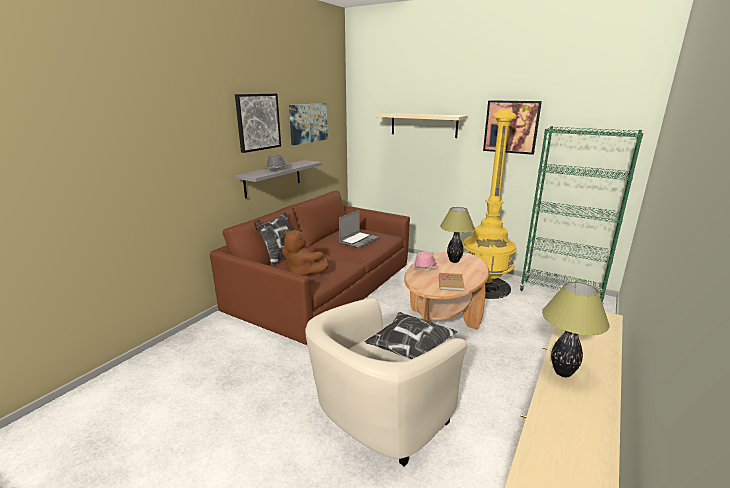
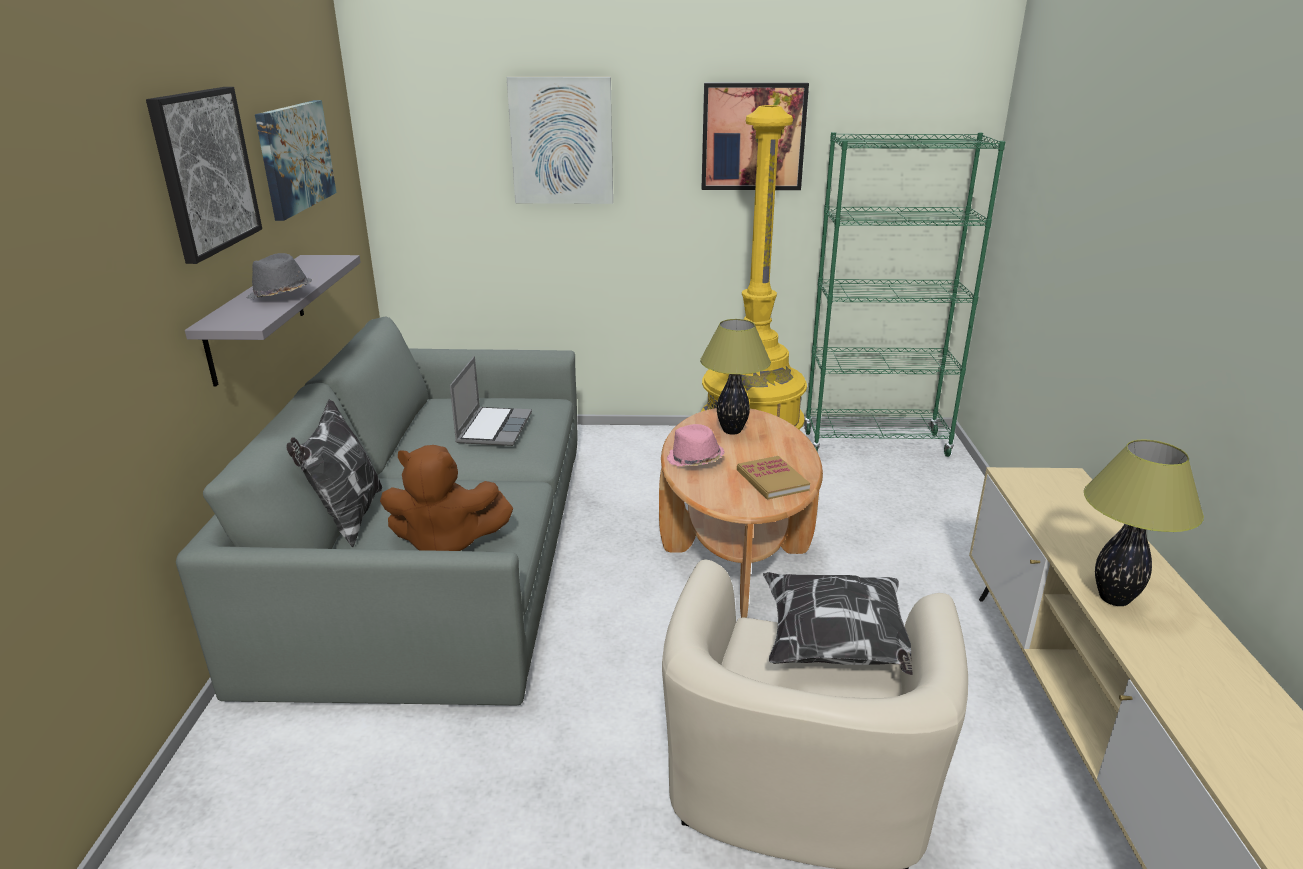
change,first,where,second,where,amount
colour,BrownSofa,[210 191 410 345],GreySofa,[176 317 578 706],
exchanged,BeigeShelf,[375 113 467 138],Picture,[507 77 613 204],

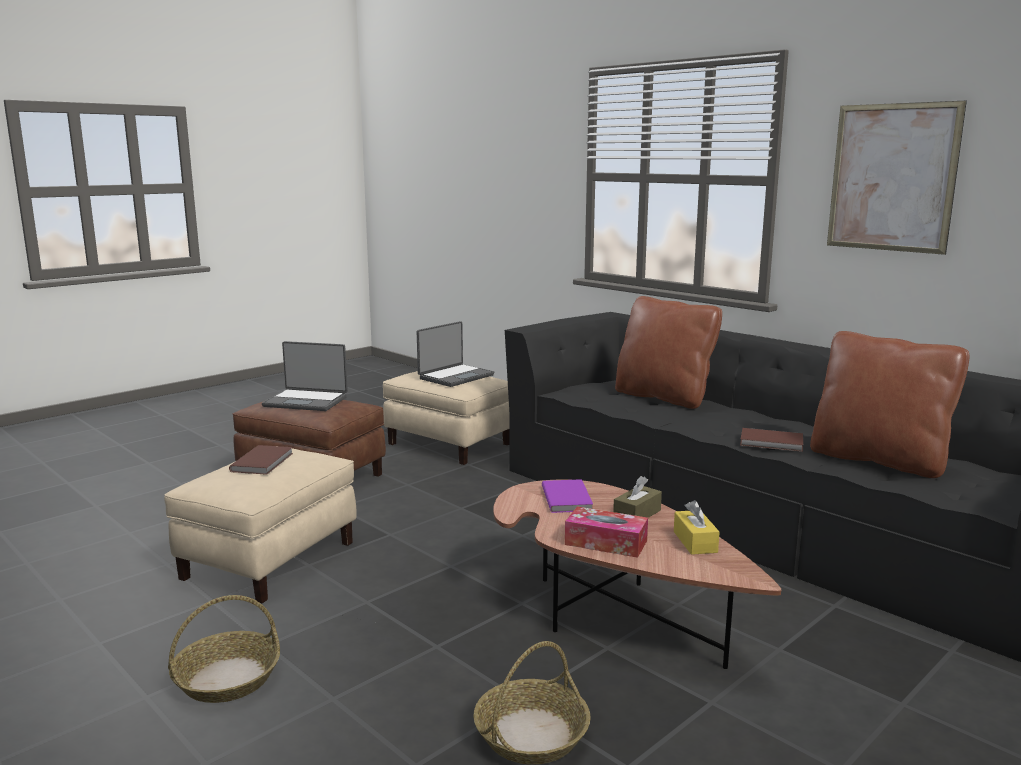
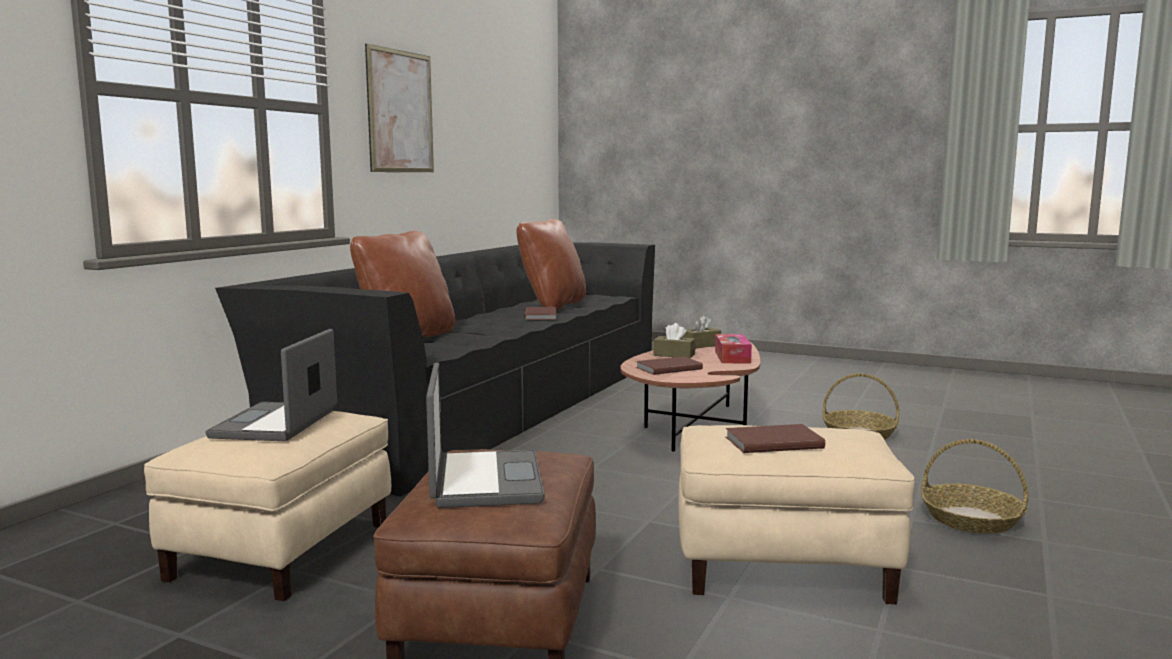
change,first,where,second,where,amount
spun,Laptop,[417 321 494 387],,[206 329 337 441],105 degrees counterclockwise
colour,PurpleBook,[542 479 593 513],BrownBook,[636 356 703 375],
colour,YellowTissueBox,[674 500 720 555],BrownTissueBox,[681 315 721 348],

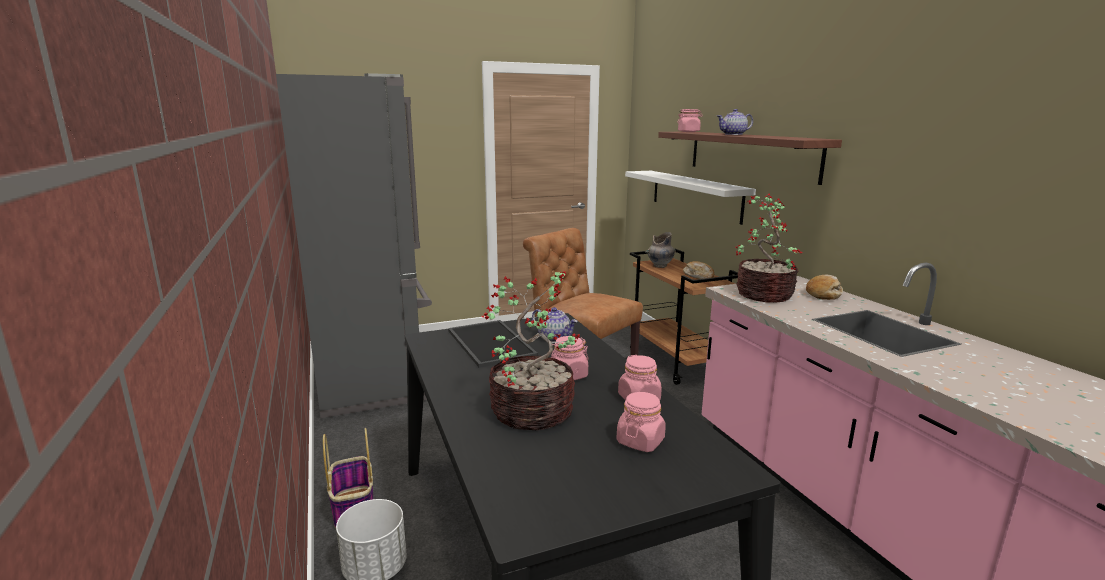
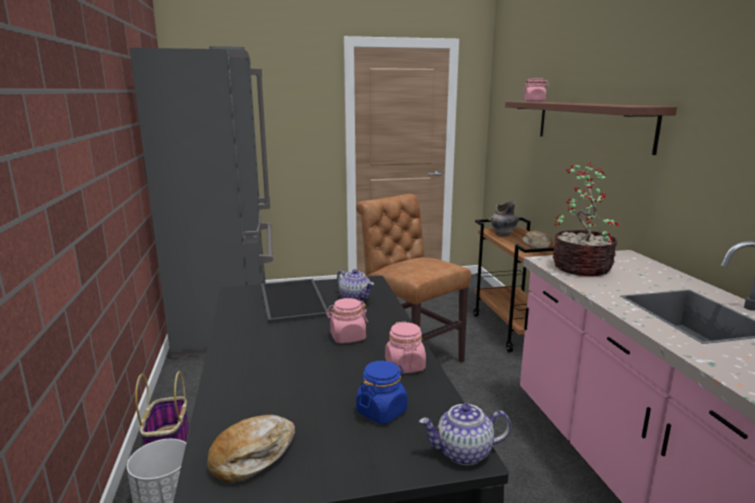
change,first,where,second,where,amount
missing,PottedPlant,[482 271 580 431],,,
colour,PinkJar,[617 392 666 452],BlueJar,[356 361 407 424],
missing,WhiteShelf,[625 171 756 225],,,
relocated,Teapot,[717 109 753 135],,[419 404 511 465],
relocated,Bread,[806 274 843 300],,[207 415 295 483],

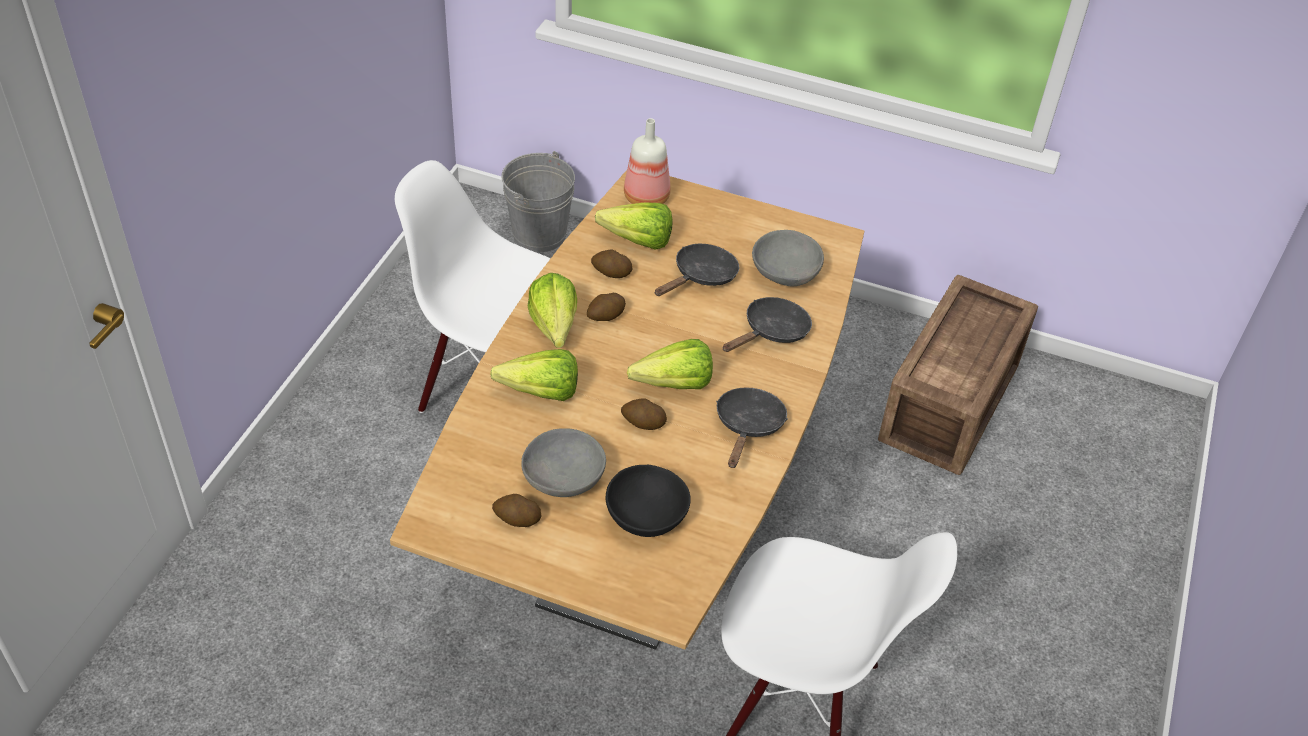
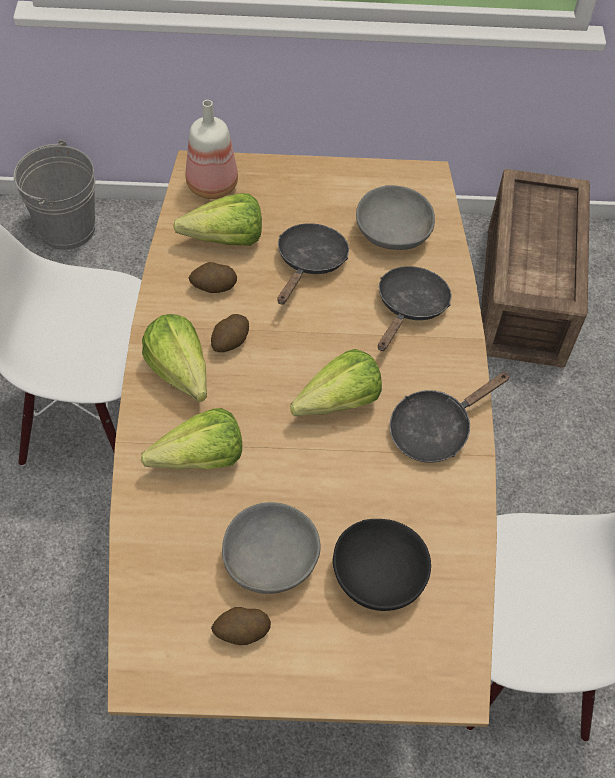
change,first,where,second,where,amount
missing,Potato,[621 398 667 430],,,
spun,BlackFryingPan,[716 388 788 468],,[390 372 510 463],120 degrees counterclockwise

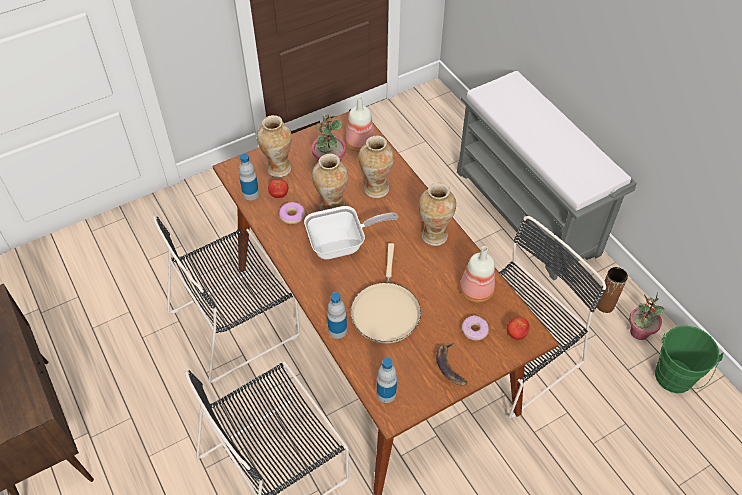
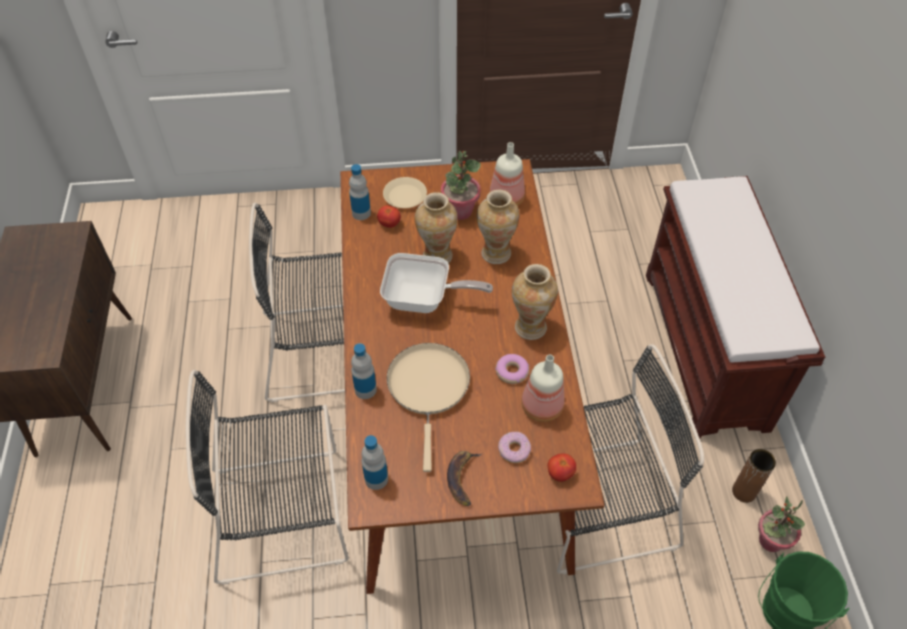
change,first,where,second,where,amount
exchanged,Vase,[257 115 292 177],BeigePlate,[383 177 427 208],
relocated,Donut,[279 202 305 224],,[495 354 529 384],
spun,BeigeFryingPan,[351 243 421 343],,[387 343 470 472],150 degrees clockwise
colour,GreyBench,[457 70 637 280],BrownBench,[646 176 825 439],

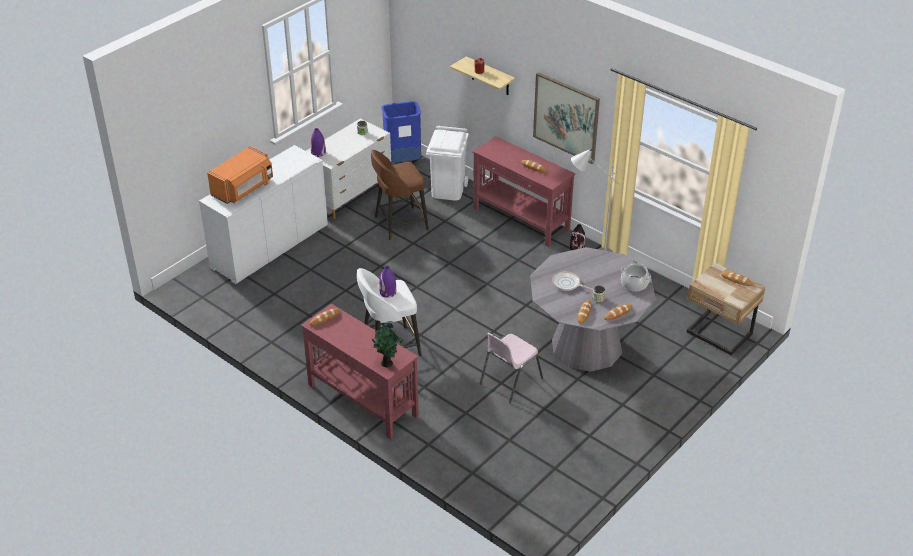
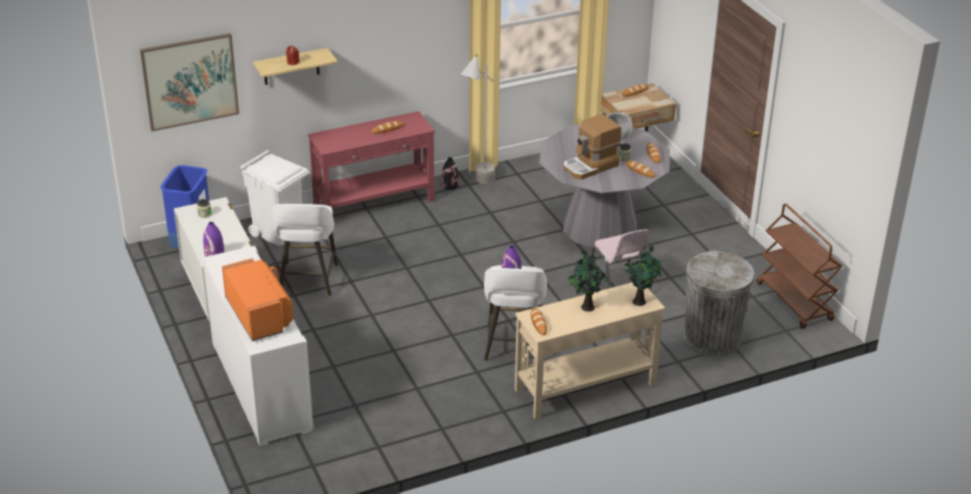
change,first,where,second,where,amount
colour,RedConsoleTable,[301 304 419 439],BeigeConsoleTable,[515 282 665 419],
colour,BrownStool,[371 150 429 240],WhiteStool,[272 204 338 296],
relocated,Picture,[533 72 600 164],,[140 33 239 131],
exchanged,FryingPan,[552 271 593 291],CoffeeMachine,[564 114 622 180],
appeared,,,PottedPlant,[568 250 607 312],
appeared,,,GreyTrashCan,[684 251 754 357],
appeared,,,BrownCart,[757 203 843 329],

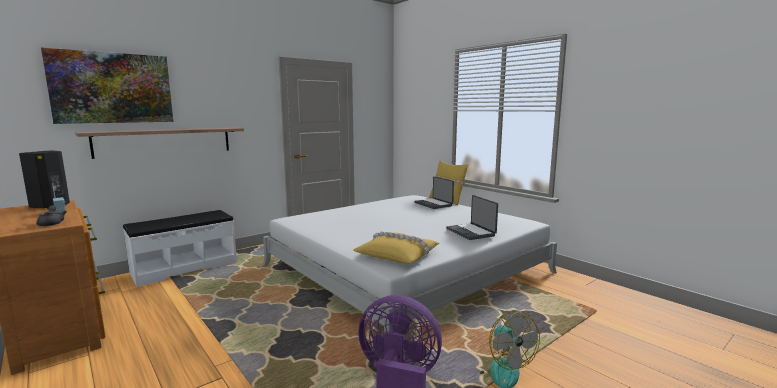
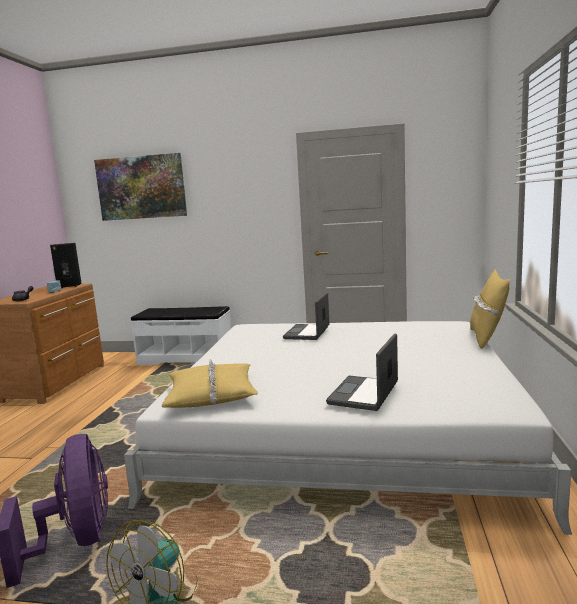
change,first,where,second,where,amount
missing,Shelf,[75 127 244 159],,,
relocated,Laptop,[415 176 454 209],,[283 292 330 340],

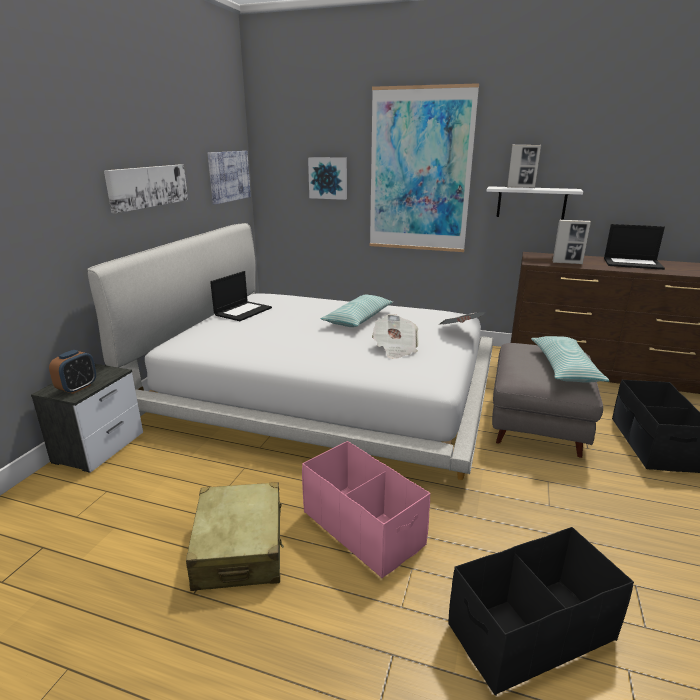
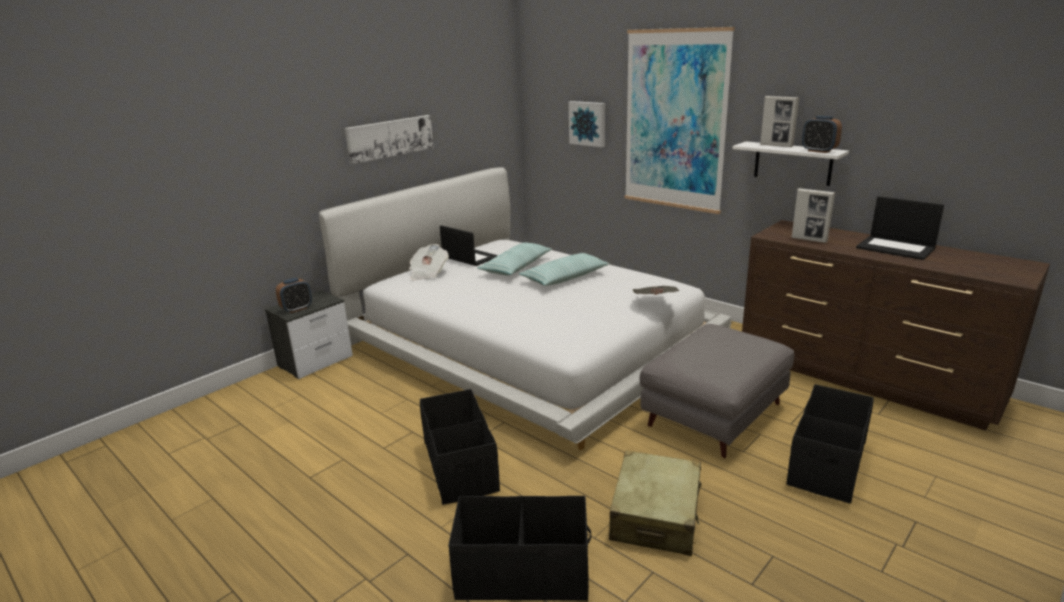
change,first,where,second,where,amount
relocated,BeigeSuitcase,[186 482 284 591],,[609 451 702 556],
missing,Picture,[208 151 251 205],,,
spun,Laptop,[210 271 272 321],,[440 225 498 266],105 degrees counterclockwise
colour,PinkStorageBox,[302 441 431 578],BlackStorageBox,[420 389 500 505],
relocated,Newspaper,[372 314 419 359],,[409 244 449 281],
relocated,Pillow,[531 336 609 383],,[477 242 552 276],
appeared,,,AlarmClock,[802 116 842 153],

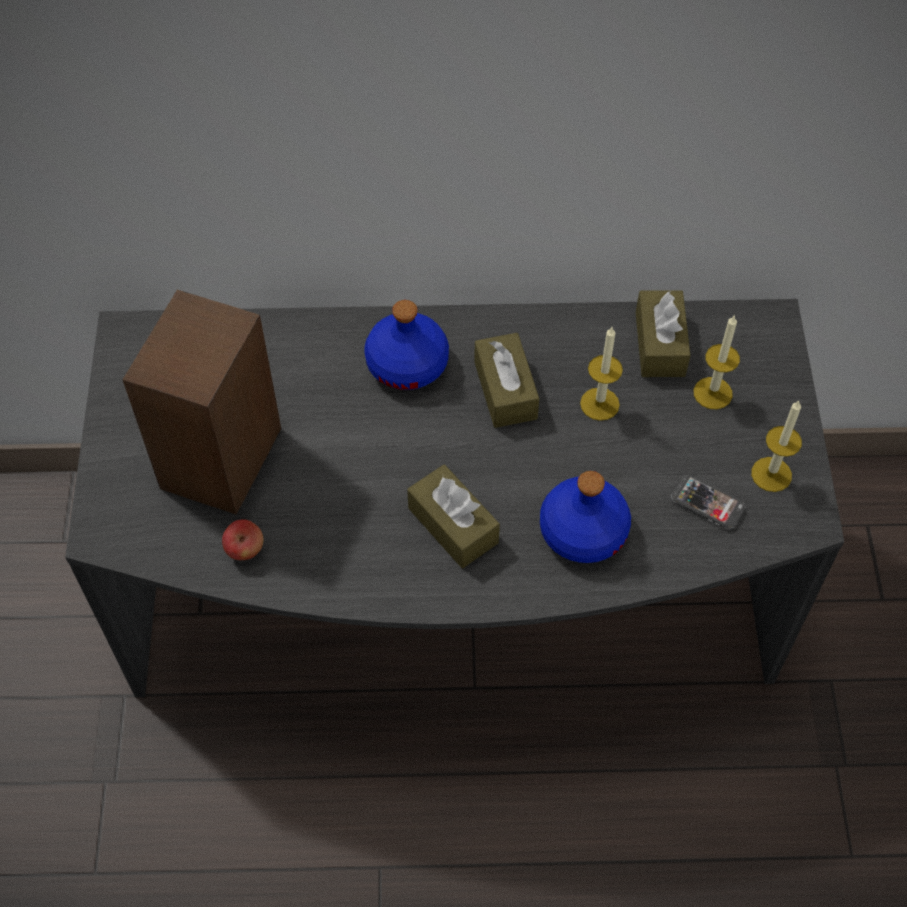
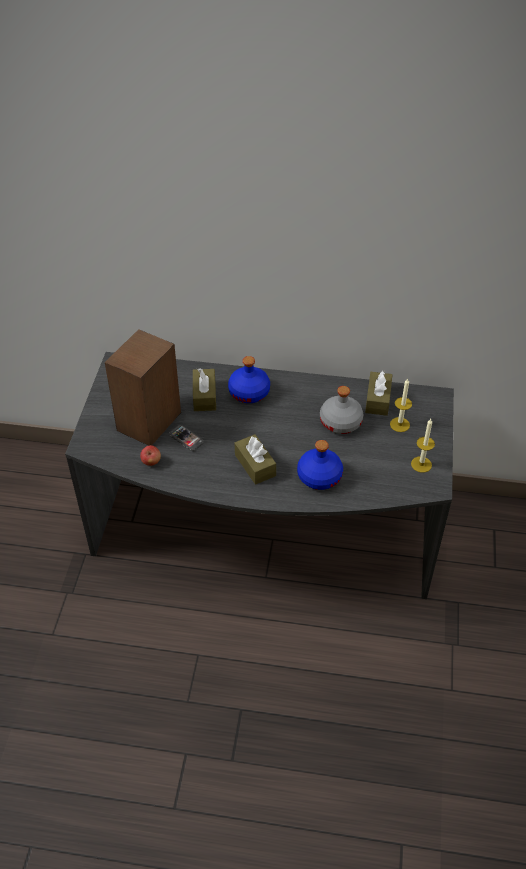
change,first,where,second,where,amount
relocated,BrownTissueBox,[474 333 539 428],,[193 368 216 411],
exchanged,Candle,[580 327 623 421],GreyBottle,[320 386 363 434],
relocated,Phone,[670 475 746 530],,[169 425 204 451],

